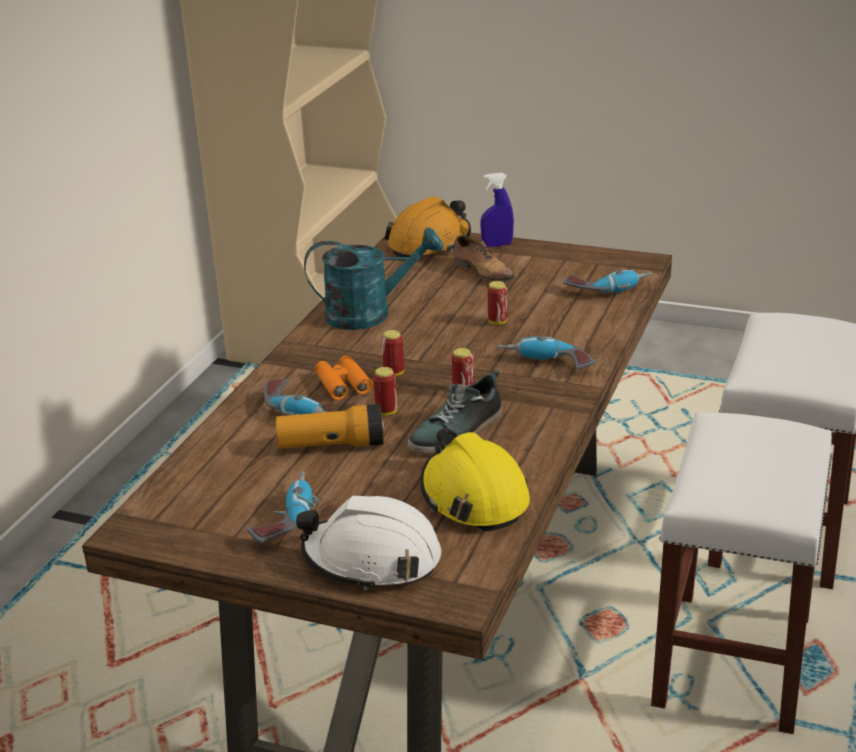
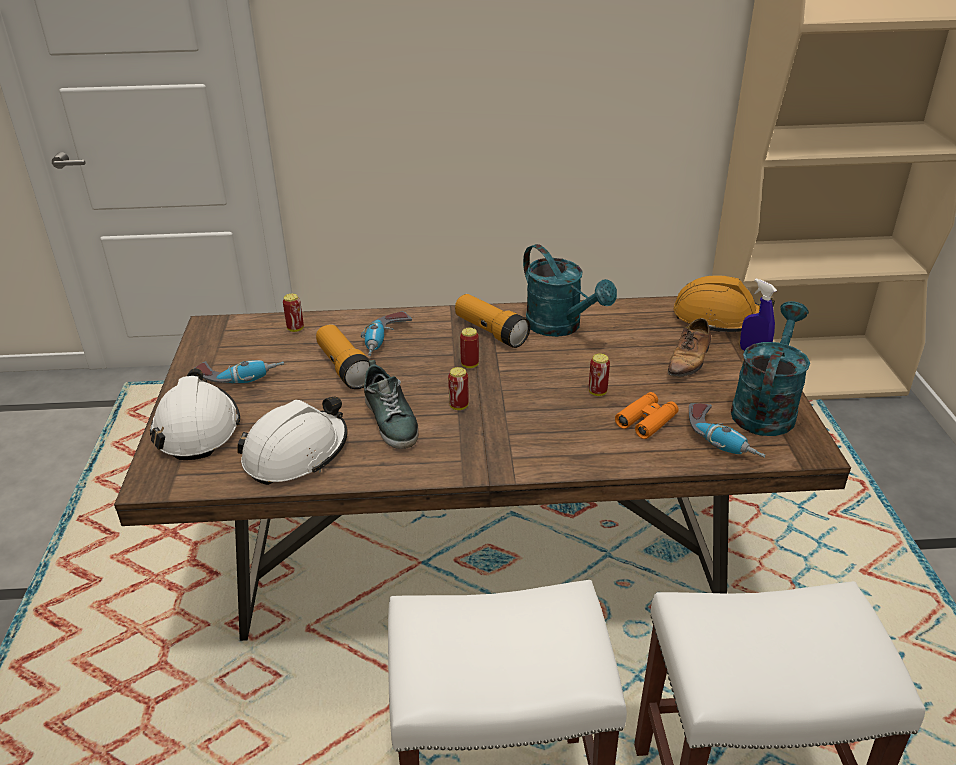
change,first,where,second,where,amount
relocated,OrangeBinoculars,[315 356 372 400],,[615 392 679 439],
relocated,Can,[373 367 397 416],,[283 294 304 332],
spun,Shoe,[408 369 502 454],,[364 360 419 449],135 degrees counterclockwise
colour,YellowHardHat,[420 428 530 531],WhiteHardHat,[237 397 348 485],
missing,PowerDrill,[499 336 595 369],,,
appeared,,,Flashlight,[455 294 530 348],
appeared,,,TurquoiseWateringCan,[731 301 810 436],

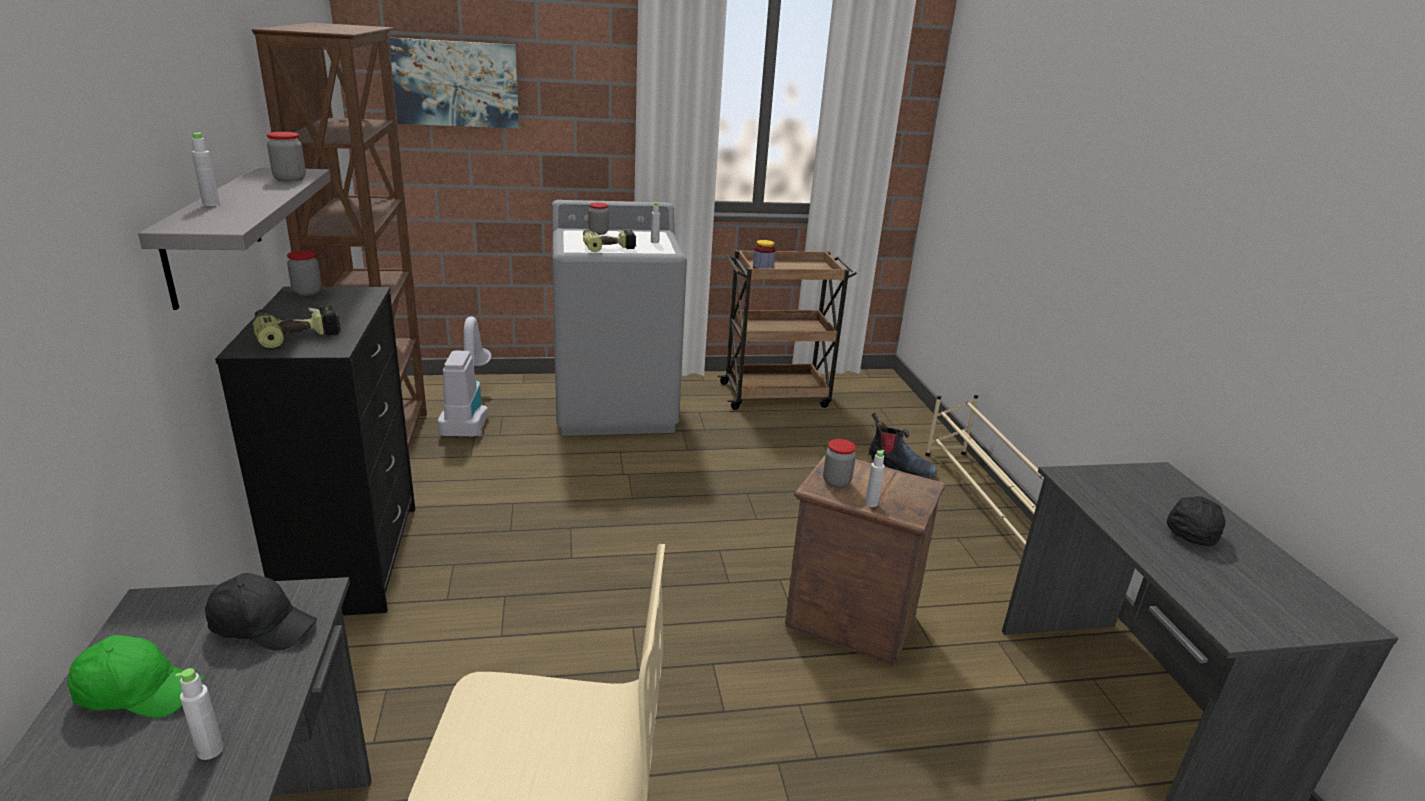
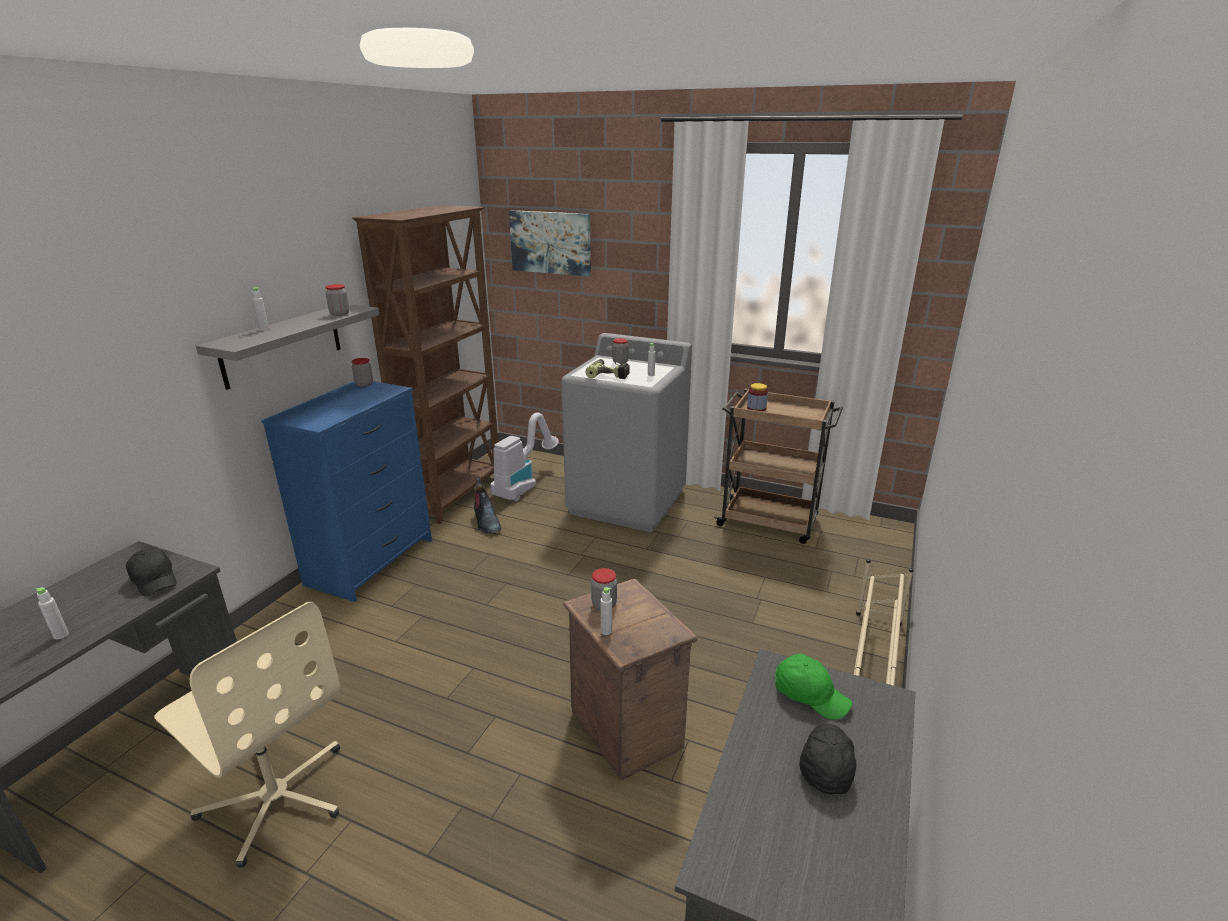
change,first,where,second,where,amount
relocated,GreenCap,[67 635 203 718],,[775 653 852 720],
colour,BlackDresser,[215 287 415 615],BlueDresser,[261 381 432 602],
missing,PowerDrill,[253 305 342 348],,,
relocated,Boot,[869 413 937 479],,[474 477 501 534],
spun,BlackCap,[1167 496 1226 546],,[800 724 856 794],45 degrees counterclockwise

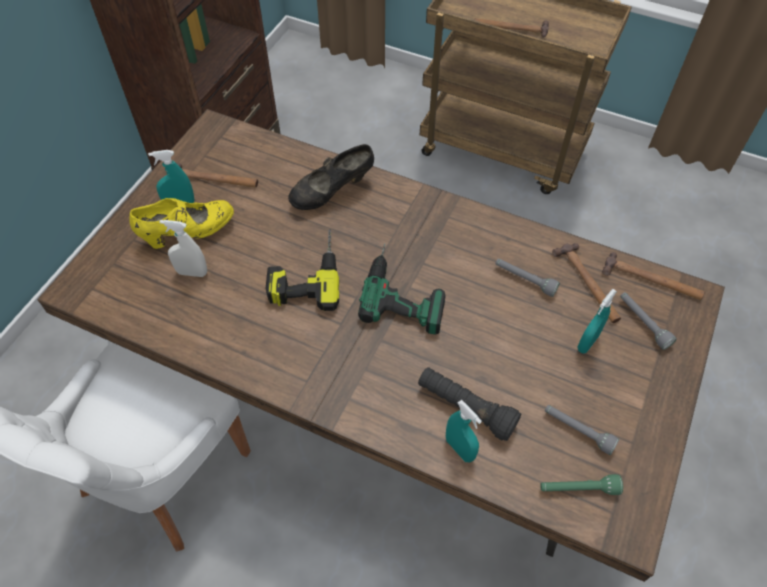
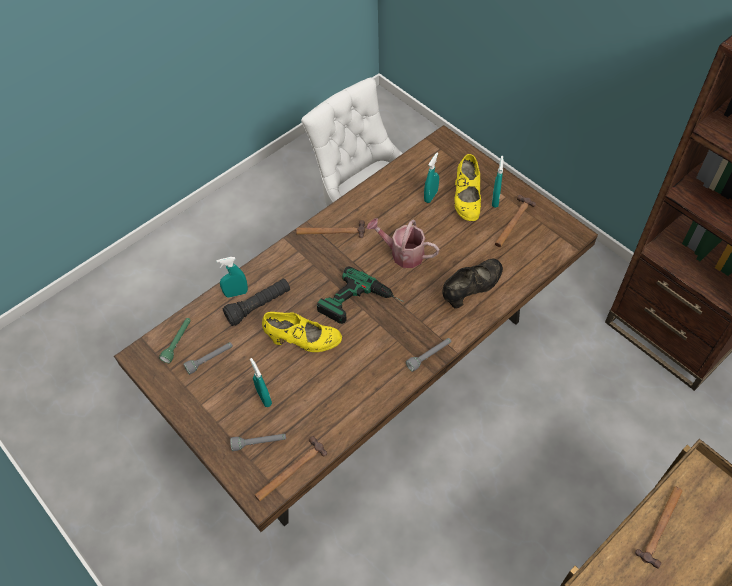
change,first,where,second,where,amount
colour,WhiteSprayBottle,[160 220 207 277],TurquoiseSprayBottle,[424 153 439 203],
exchanged,PowerDrill,[266 230 339 311],WateringCan,[367 218 439 268],
spun,BlackShoe,[288 144 374 210],,[442 258 503 308],60 degrees clockwise
relocated,GreyFlashlight,[495 259 560 297],,[406 338 451 372],
relocated,Hammer,[552 243 621 323],,[296 220 365 238],
appeared,,,YellowShoe,[262 312 342 352],

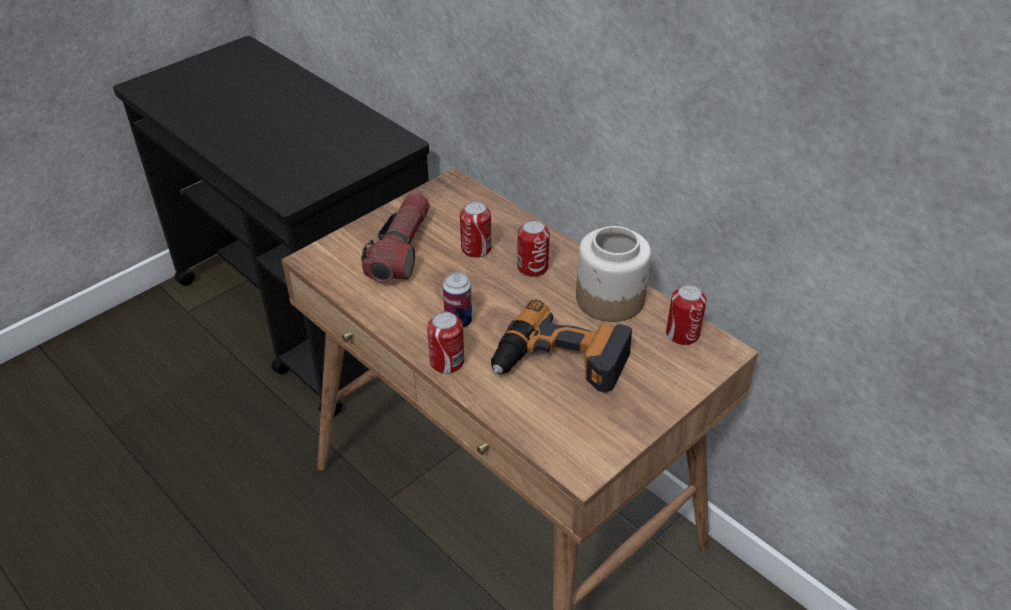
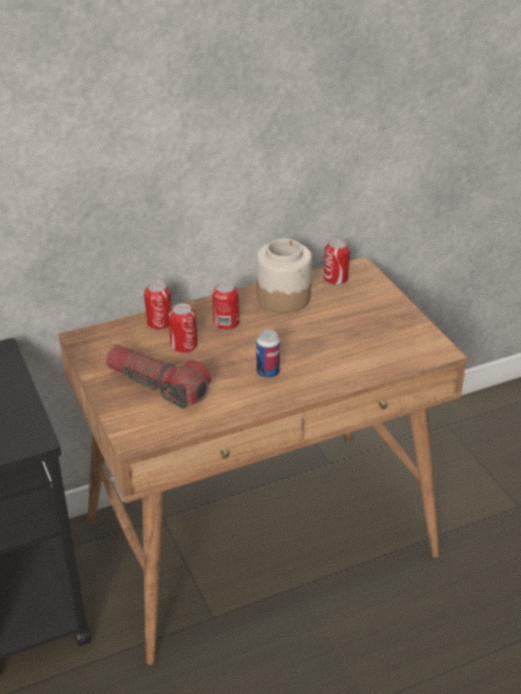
change,first,where,second,where,amount
relocated,Can,[427 312 464 374],,[144 281 172 330],
missing,PowerDrill,[491 300 632 393],,,

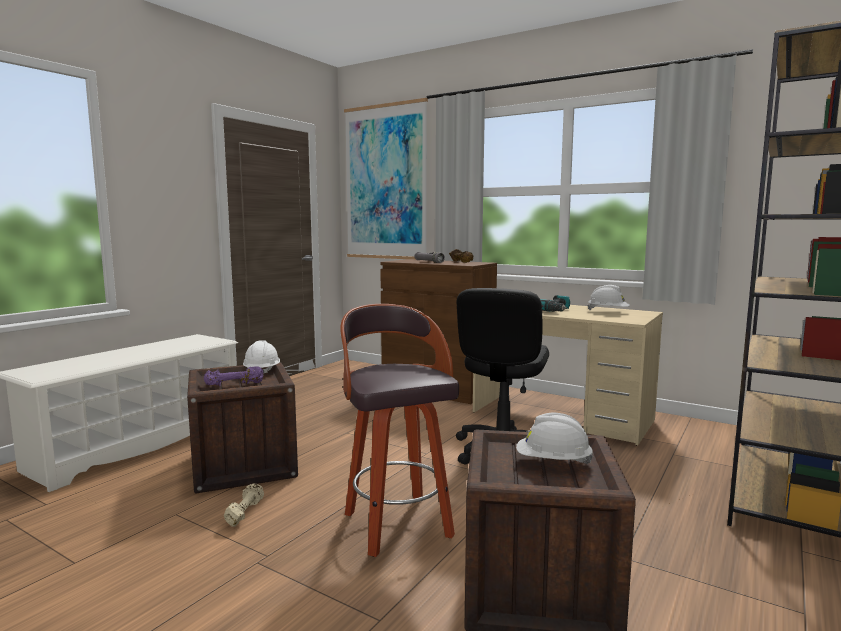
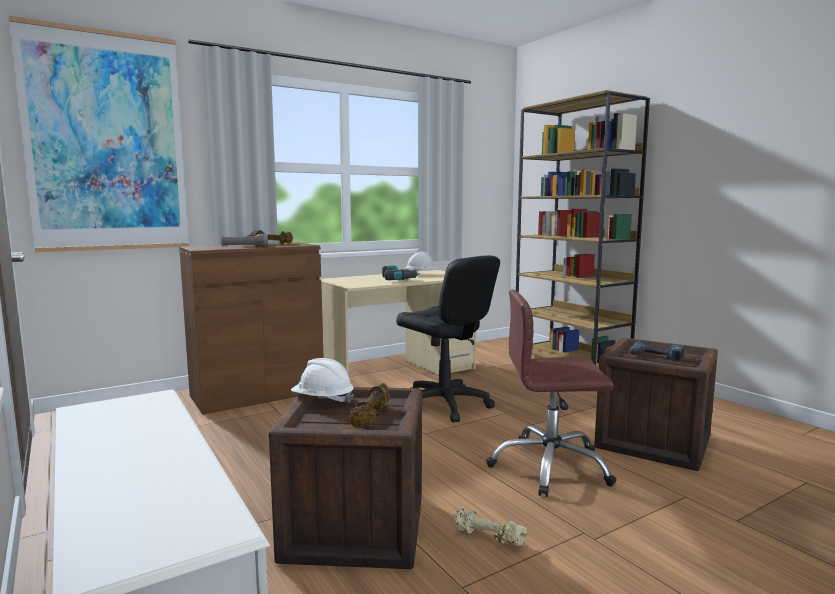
change,first,where,second,where,amount
colour,PurpleDumbbell,[204 367 264 386],BrownDumbbell,[349 383 390 427],
exchanged,Stool,[340 304 459 557],BrownOfficeChair,[486 289 617 497],
exchanged,WhiteHardHat,[516 413 593 464],PowerDrill,[629 340 685 362],

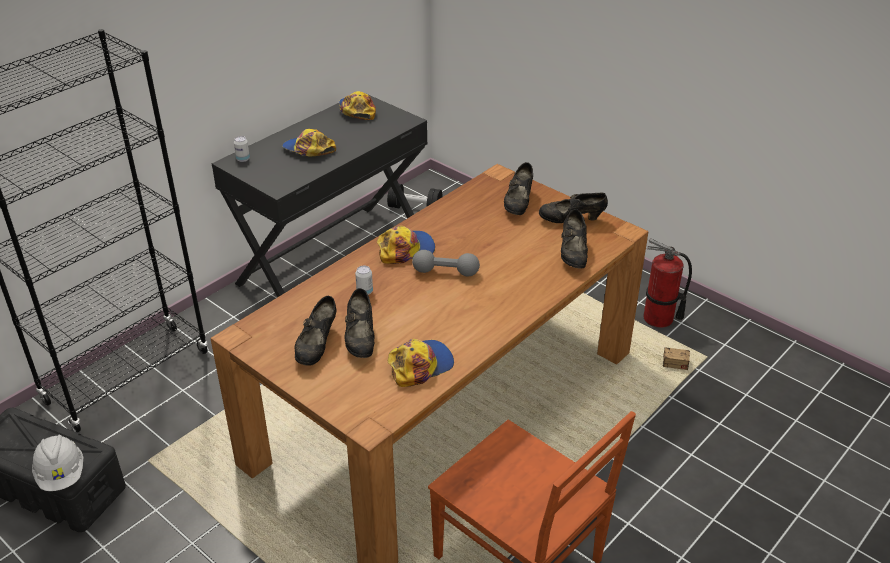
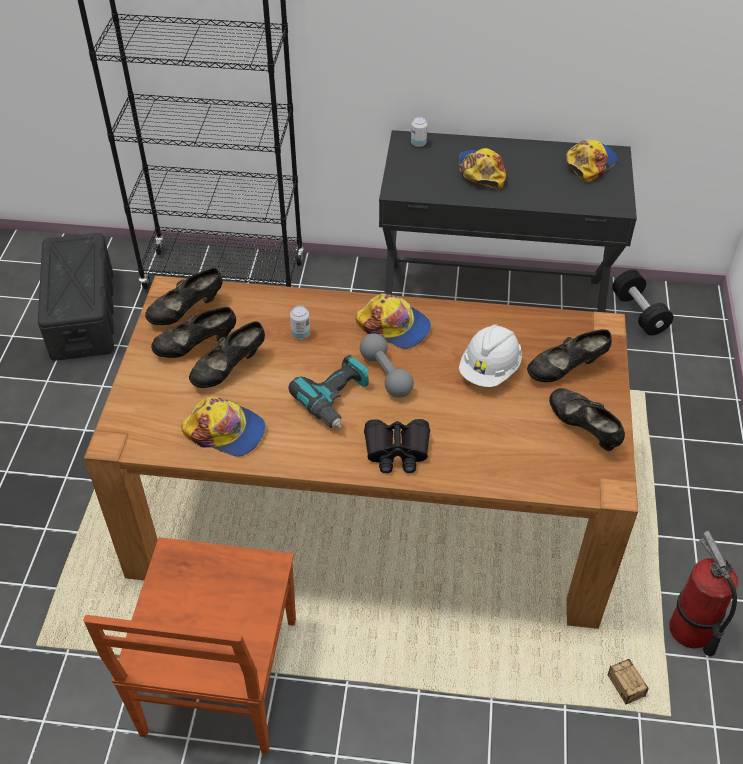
change,first,where,second,where,amount
relocated,WhiteHardHat,[32 435 83 491],,[459 324 522 387],
relocated,BlackShoe,[561 209 588 269],,[145 268 222 325],
appeared,,,PowerDrill,[288 354 369 429],
appeared,,,BlackBinoculars,[364 419 430 473],

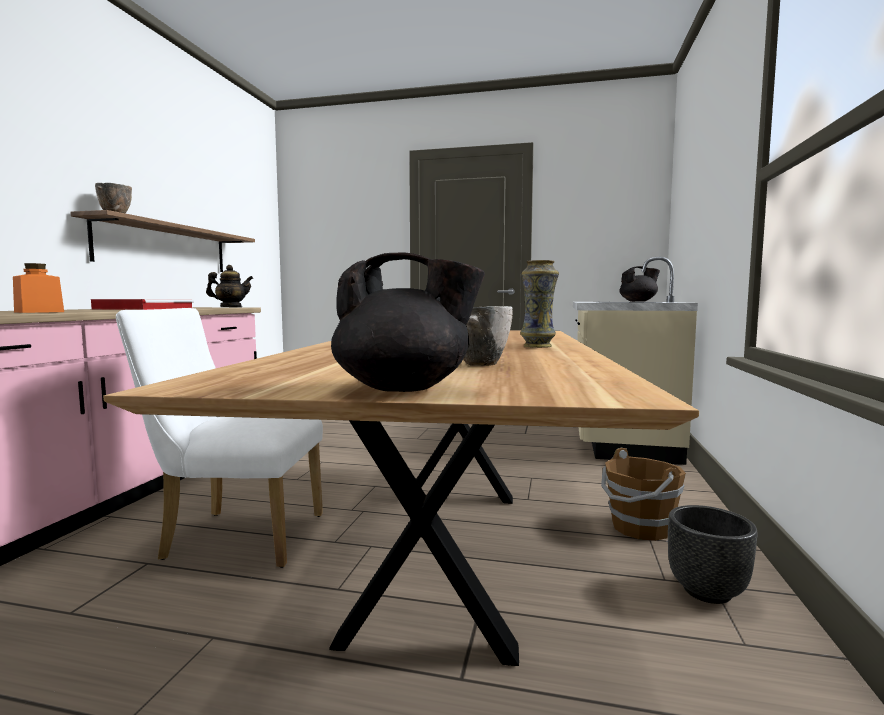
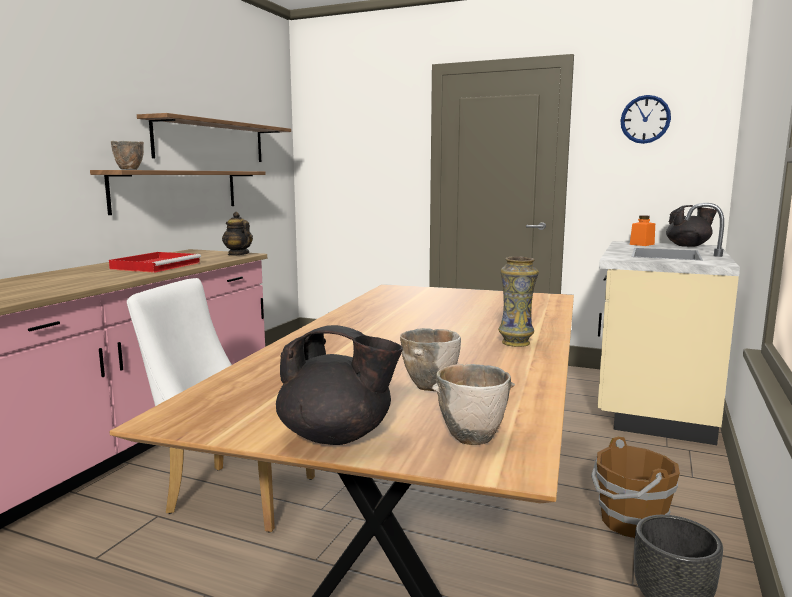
change,first,where,second,where,amount
relocated,OrangeJar,[13 263 64 313],,[630 215 655 246],
spun,Teapot,[206 265 253 307],,[222 212 253 256],135 degrees counterclockwise
appeared,,,Shelf,[137 113 291 162],
appeared,,,Bowl,[432 364 515 445],
appeared,,,WallClock,[620 95 671 144],

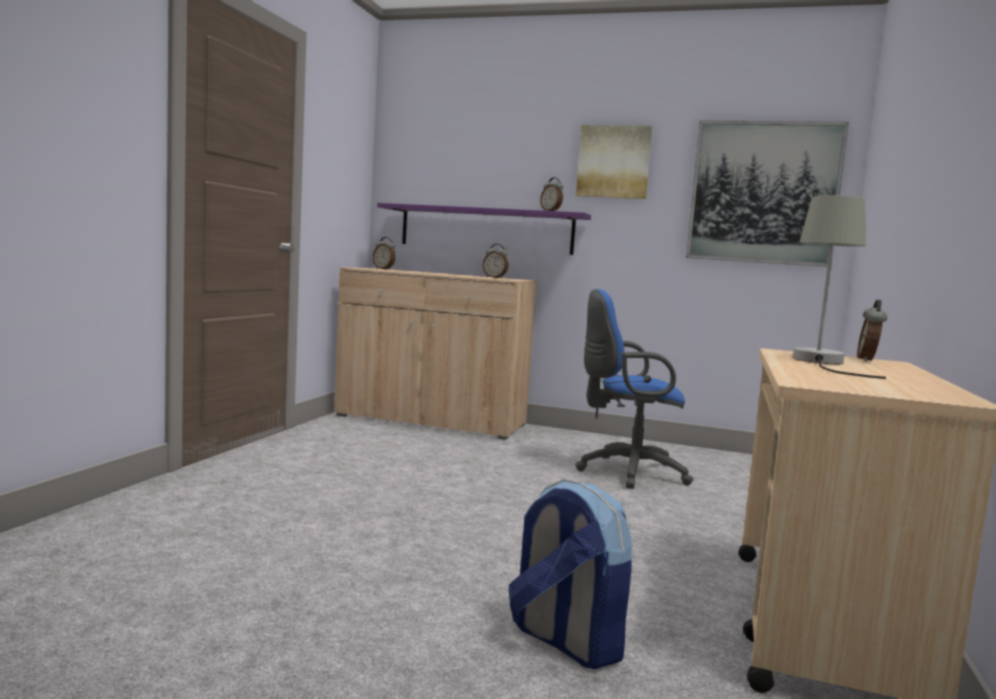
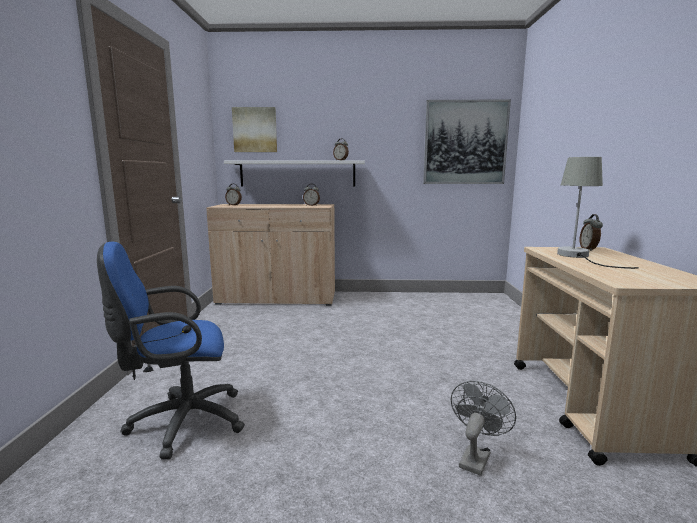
change,first,where,second,where,amount
colour,PurpleShelf,[377 203 591 255],WhiteShelf,[224 160 365 187],
exchanged,Backpack,[509 480 632 669],GreyFan,[451 381 516 476],
relocated,BlueOfficeChair,[575 289 693 489],,[97 242 245 460],
relocated,Picture,[576 125 652 199],,[232 107 277 152],

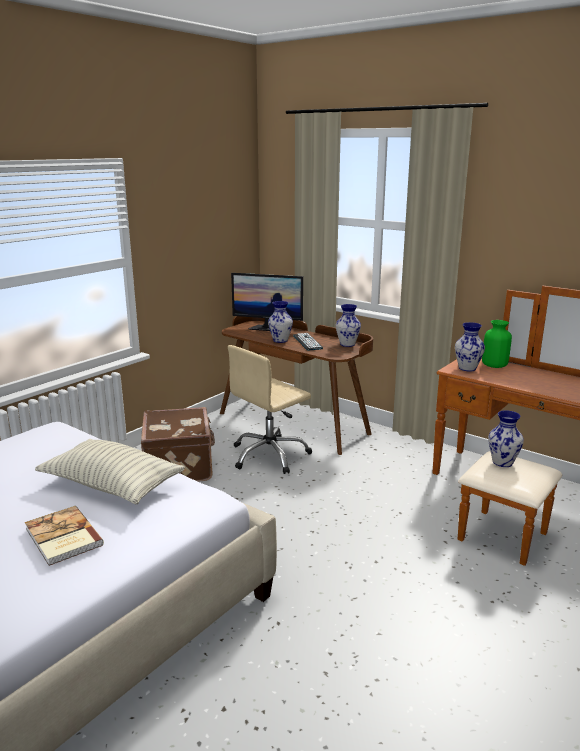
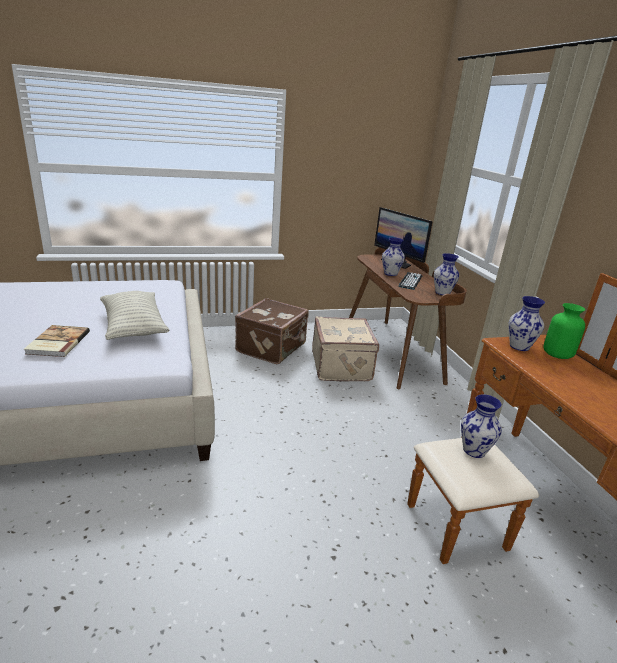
change,first,where,second,where,amount
exchanged,BeigeOfficeChair,[228 345 312 474],BeigeSuitcase,[312 316 379 381],

